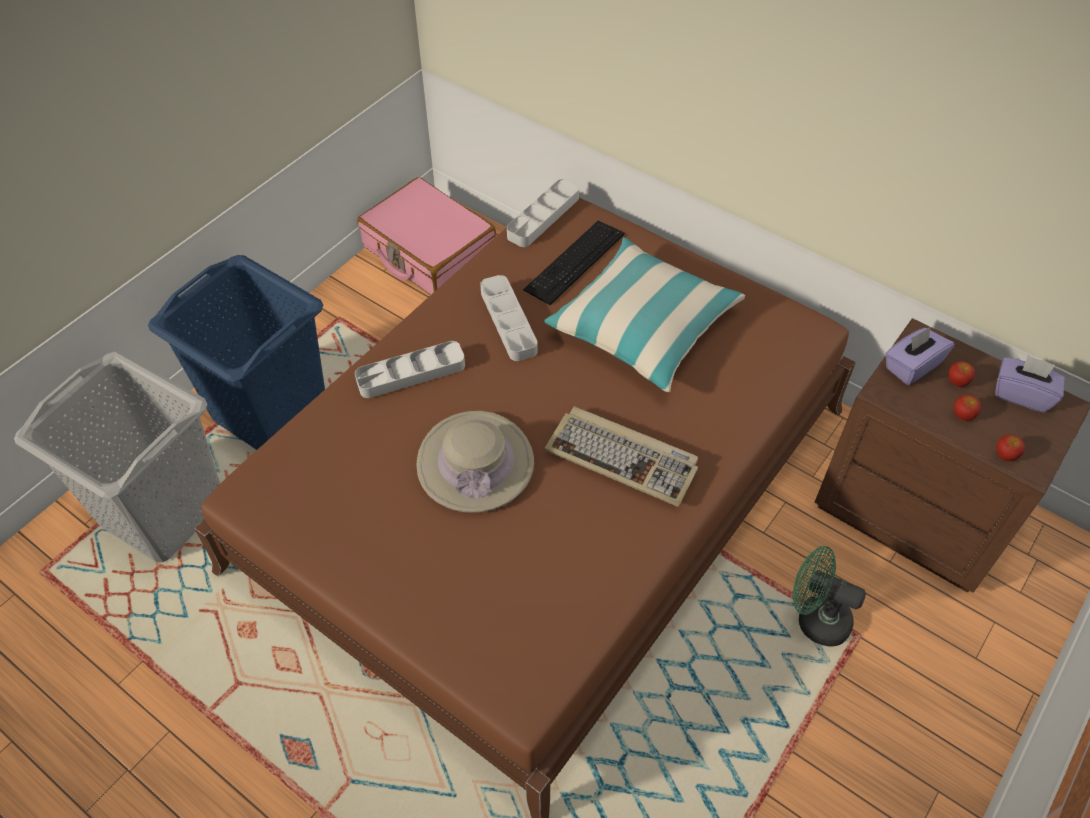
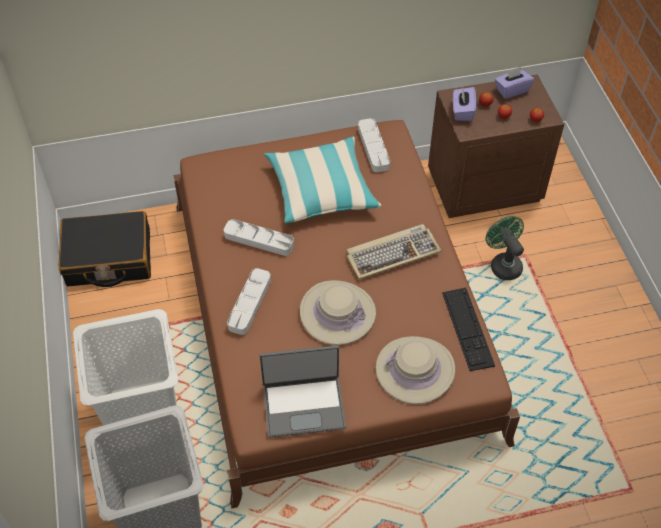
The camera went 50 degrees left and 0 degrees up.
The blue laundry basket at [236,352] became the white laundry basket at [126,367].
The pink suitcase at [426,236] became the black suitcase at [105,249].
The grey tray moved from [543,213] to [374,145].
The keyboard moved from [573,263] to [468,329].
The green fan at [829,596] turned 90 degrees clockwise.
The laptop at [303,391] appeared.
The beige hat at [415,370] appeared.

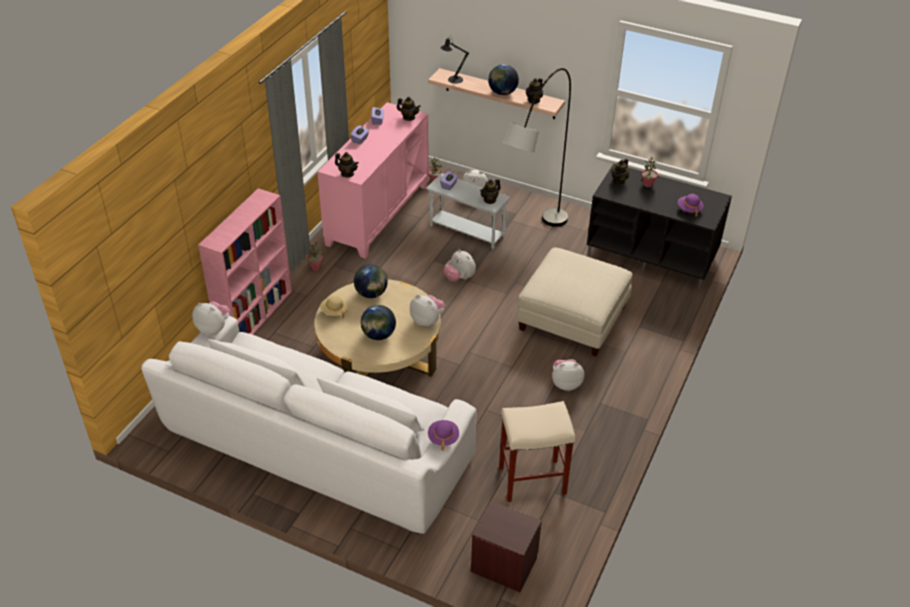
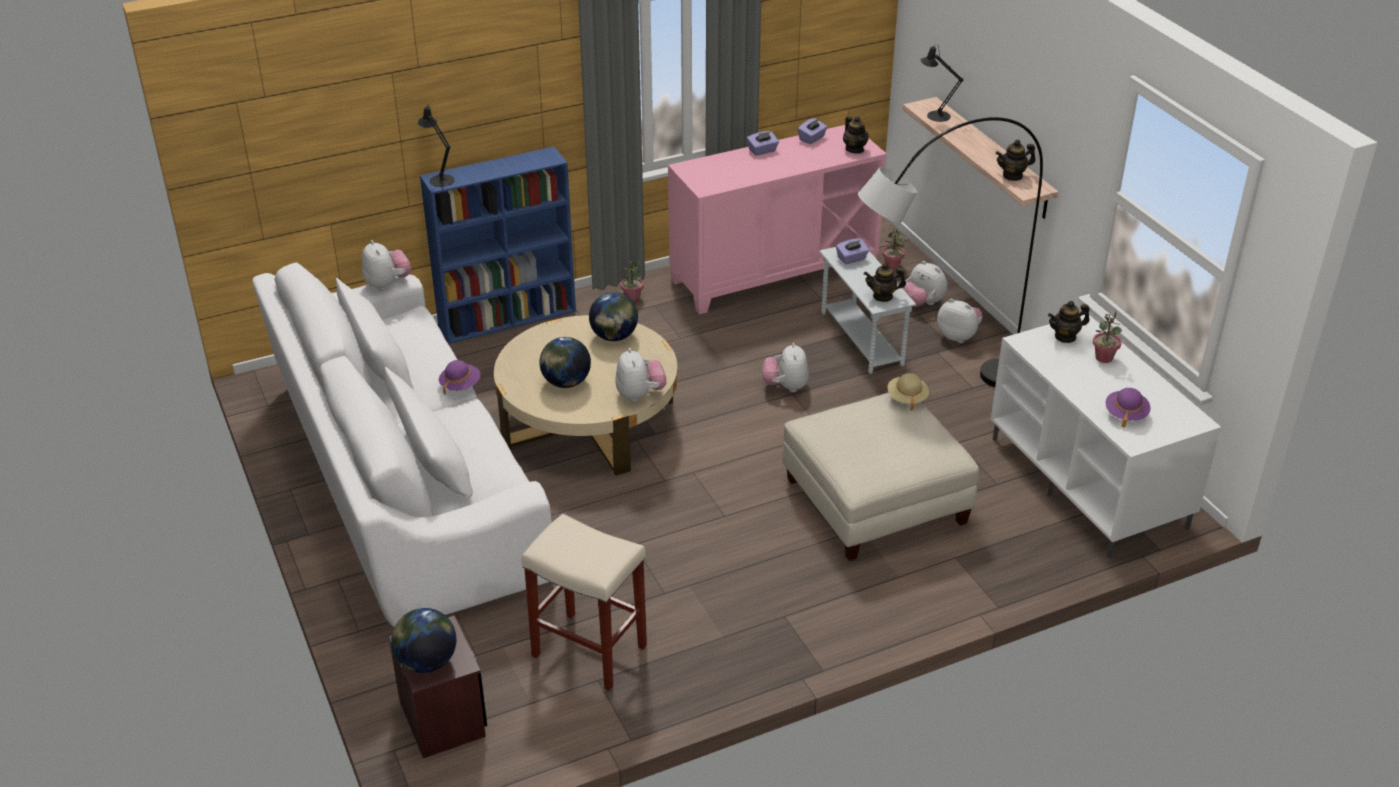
The camera went 40 degrees right and 5 degrees down.
The pink bookcase at [245,261] became the blue bookcase at [498,245].
The beige hat moved from [334,306] to [908,392].
The teapot at [347,164] disappeared.
The purple hat moved from [443,435] to [460,377].
The globe moved from [503,79] to [423,640].
The plush toy moved from [568,375] to [960,321].
The black tv stand at [659,226] became the white tv stand at [1106,436].
The black table lamp at [436,146] appeared.

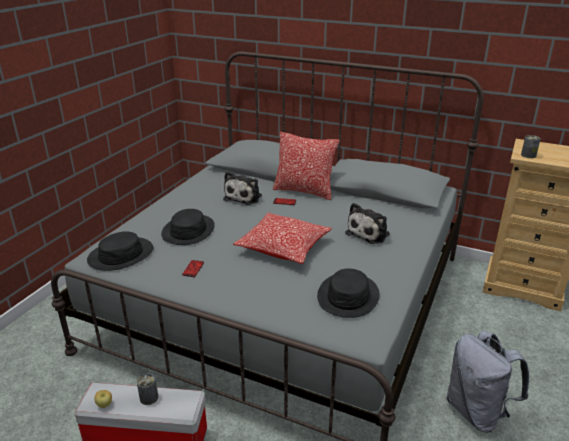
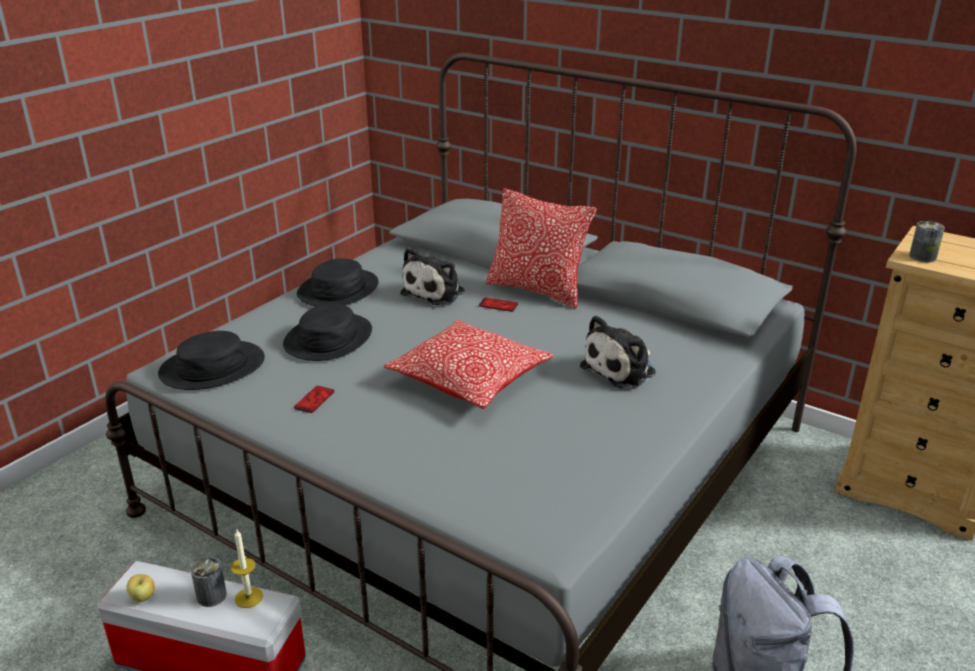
The camera went 10 degrees right and 0 degrees up.
The black hat moved from [348,293] to [338,282].
The candle at [247,569] appeared.

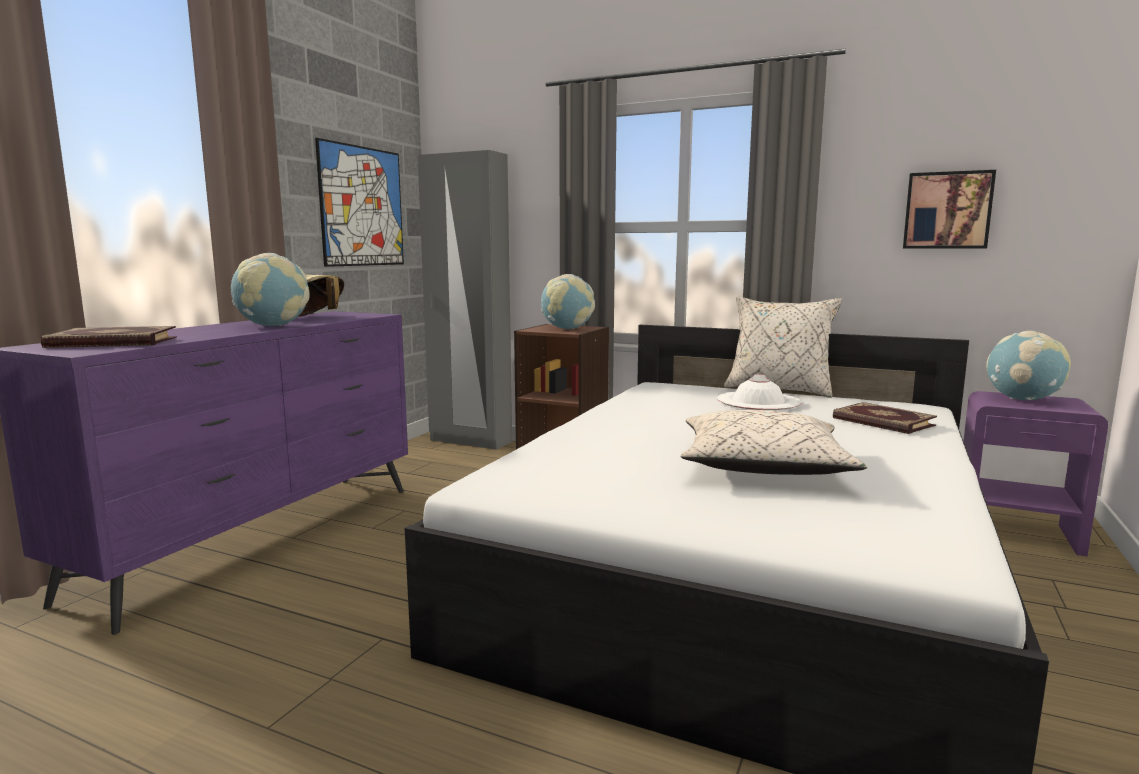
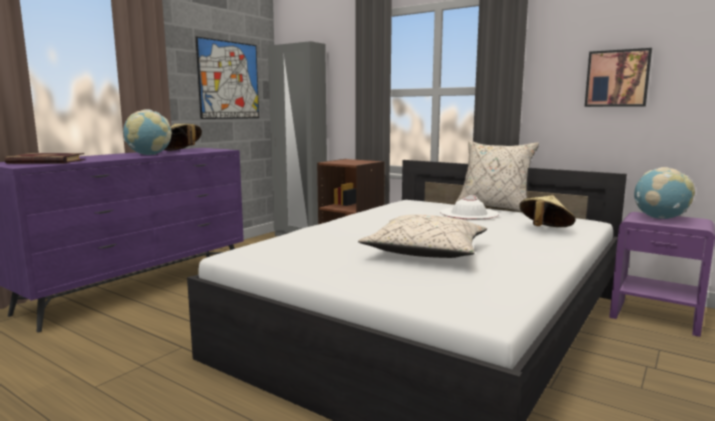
The camera went 10 degrees right and 0 degrees up.
The globe at [568,301] disappeared.
The book at [885,418] was replaced by the beige hat at [547,211].

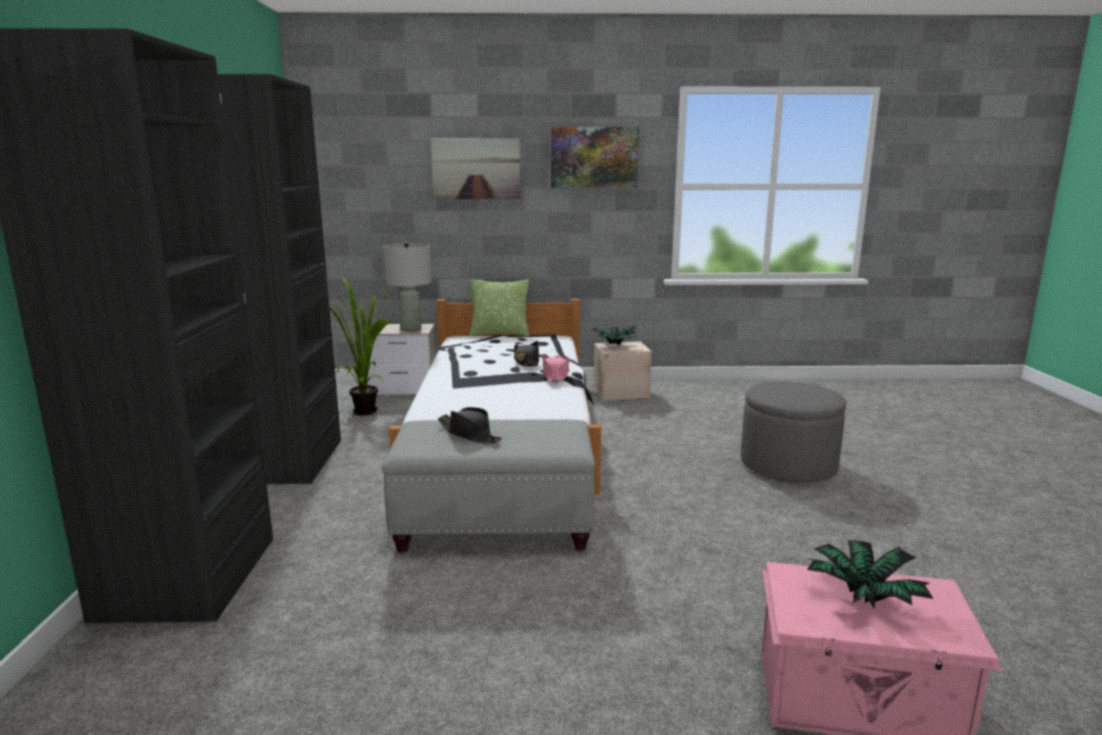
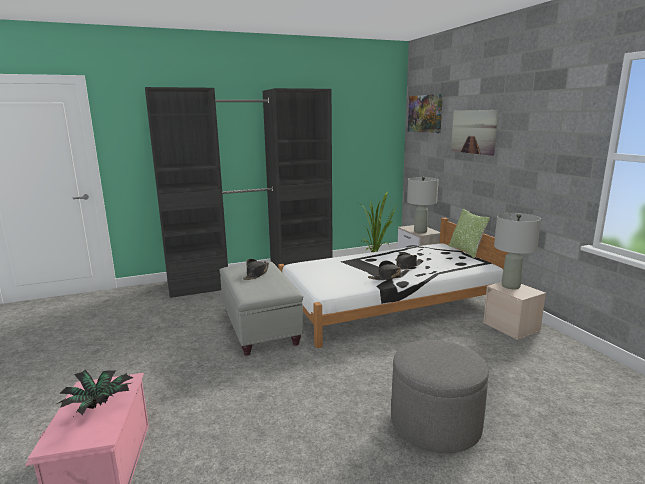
The camera went 70 degrees right and 0 degrees up.
The pink hat at [555,368] became the black hat at [388,270].
The picture moved from [595,157] to [425,113].
The potted plant at [614,335] was replaced by the grey table lamp at [517,251].

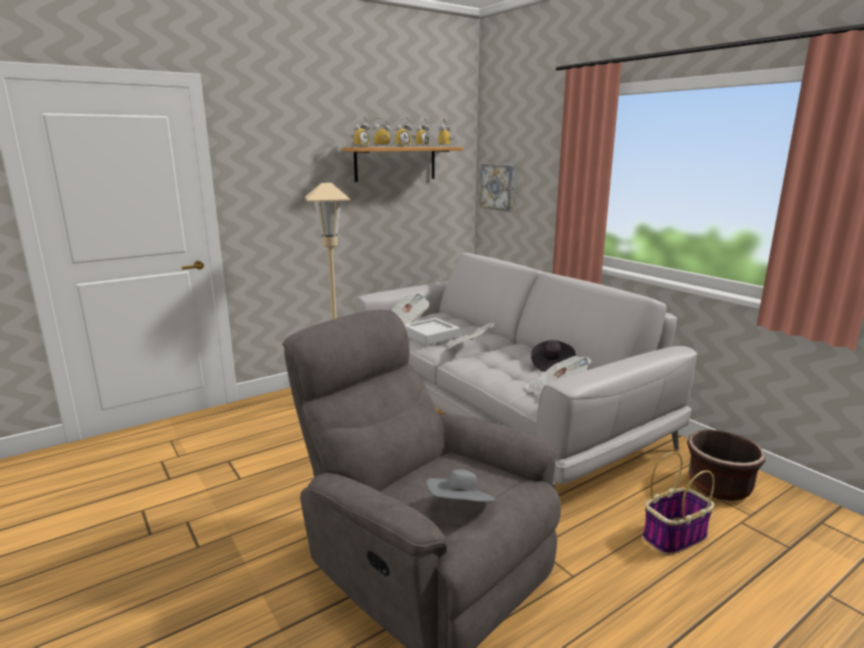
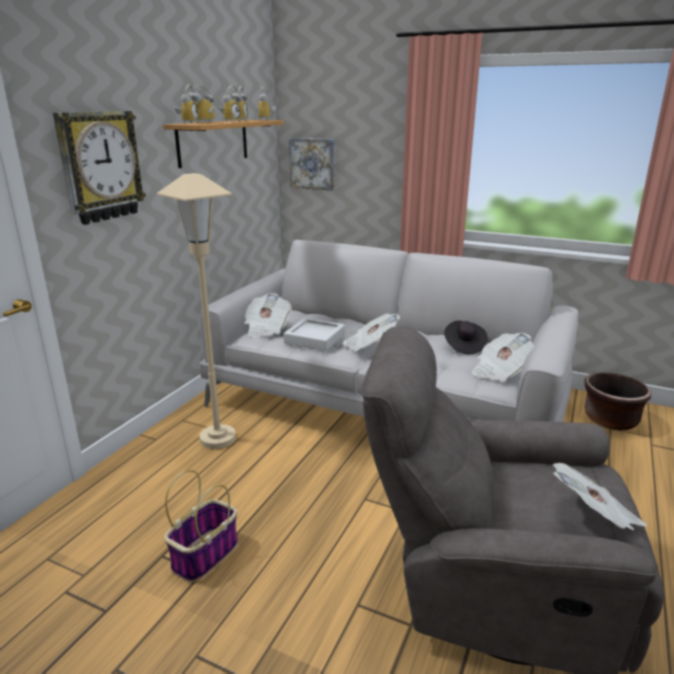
The camera went 30 degrees left and 5 degrees up.
The grey hat at [461,485] was replaced by the newspaper at [600,496].
The basket moved from [679,503] to [201,526].
The wall clock at [99,168] appeared.

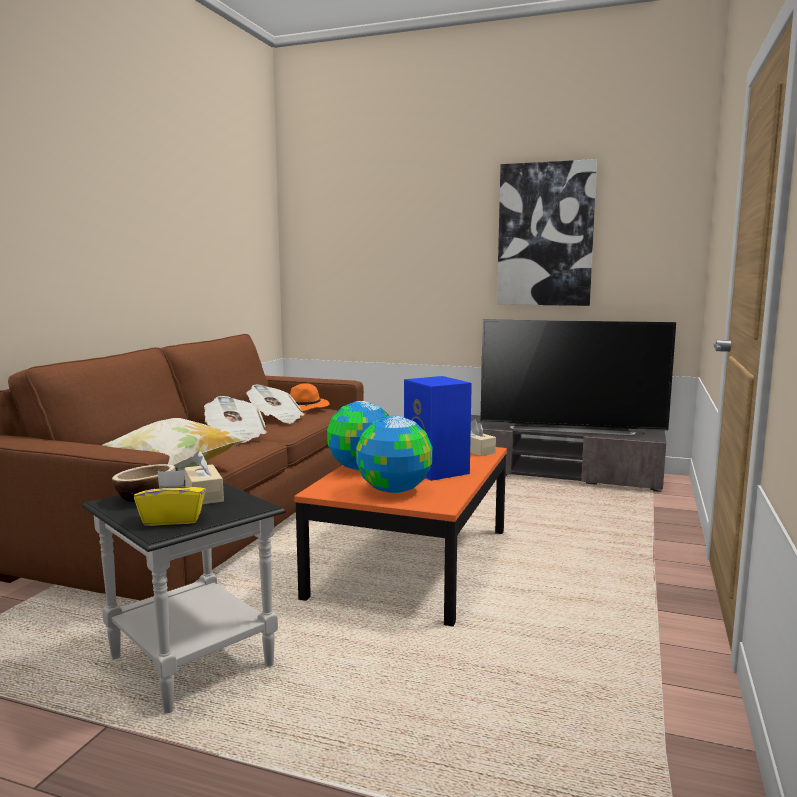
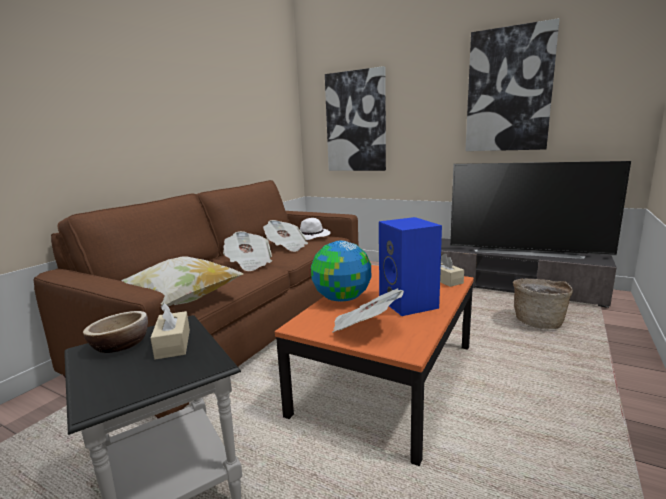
The camera went 10 degrees right and 5 degrees up.
The yellow tissue box at [170,498] disappeared.
The orange hat at [310,397] became the white hat at [315,229].
The globe at [394,454] was replaced by the newspaper at [368,310].
The picture at [355,118] appeared.
The basket at [543,304] appeared.

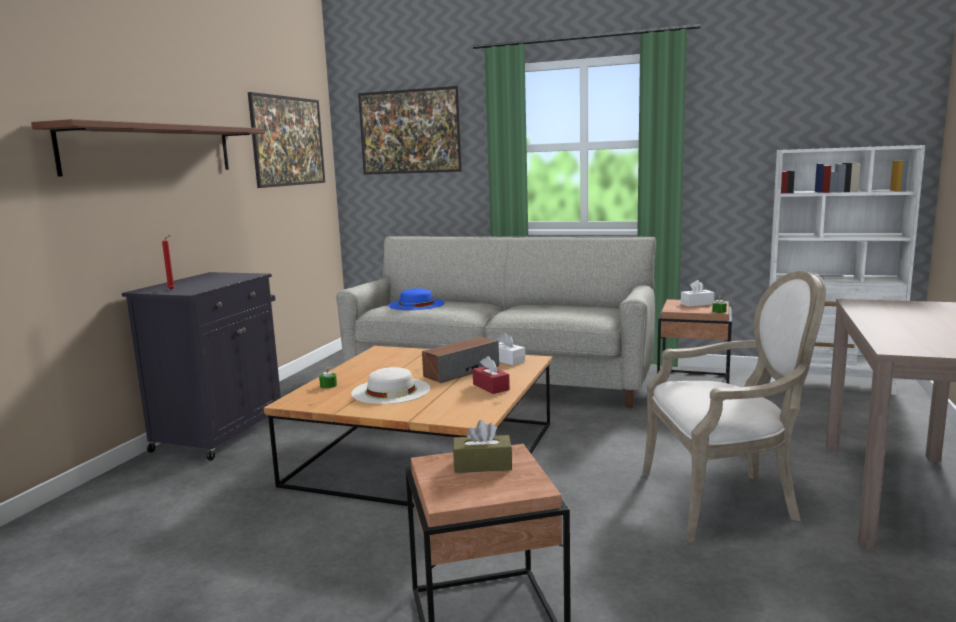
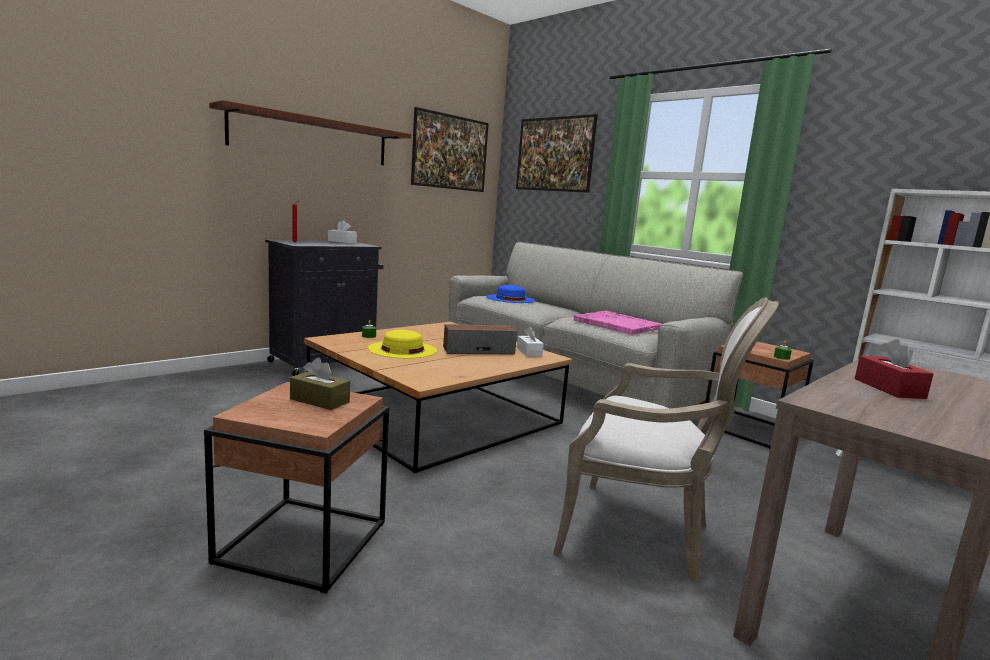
The camera went 25 degrees right and 0 degrees up.
The white hat at [390,385] became the yellow hat at [402,344].
The red tissue box moved from [491,375] to [894,369].
The white tissue box moved from [697,293] to [342,231].
The pink tray at [618,323] appeared.

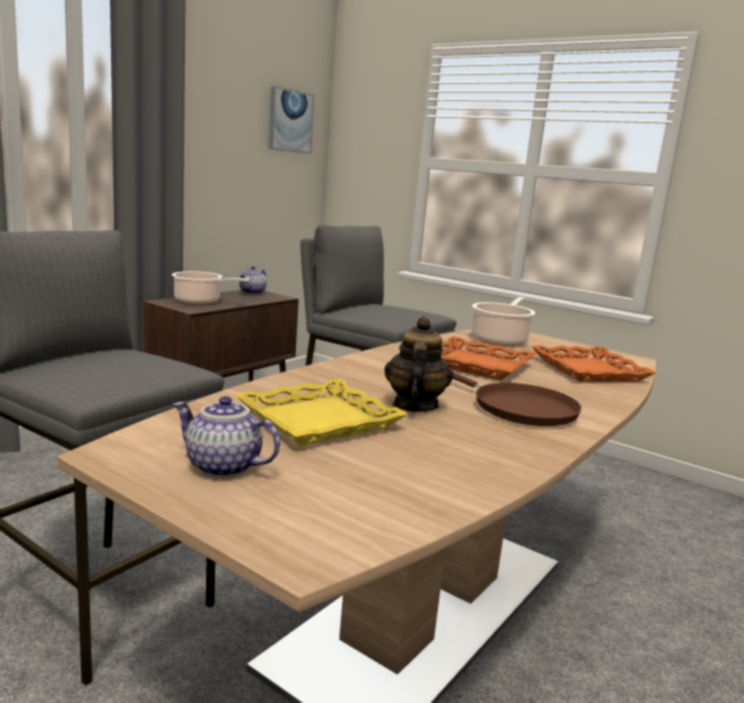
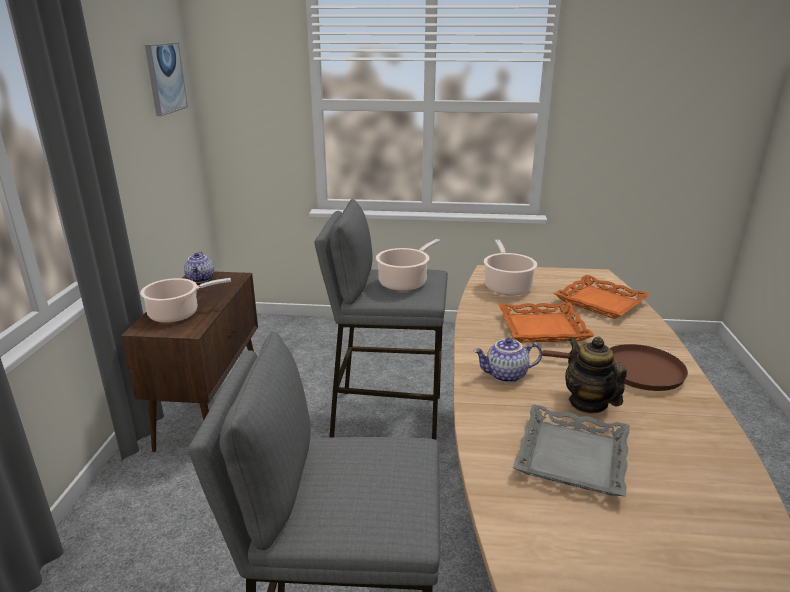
The camera went 30 degrees left and 10 degrees up.
The teapot moved from [226,436] to [507,360].
The yellow tray at [321,412] became the grey tray at [571,450].
The cooking pot at [408,265] appeared.

